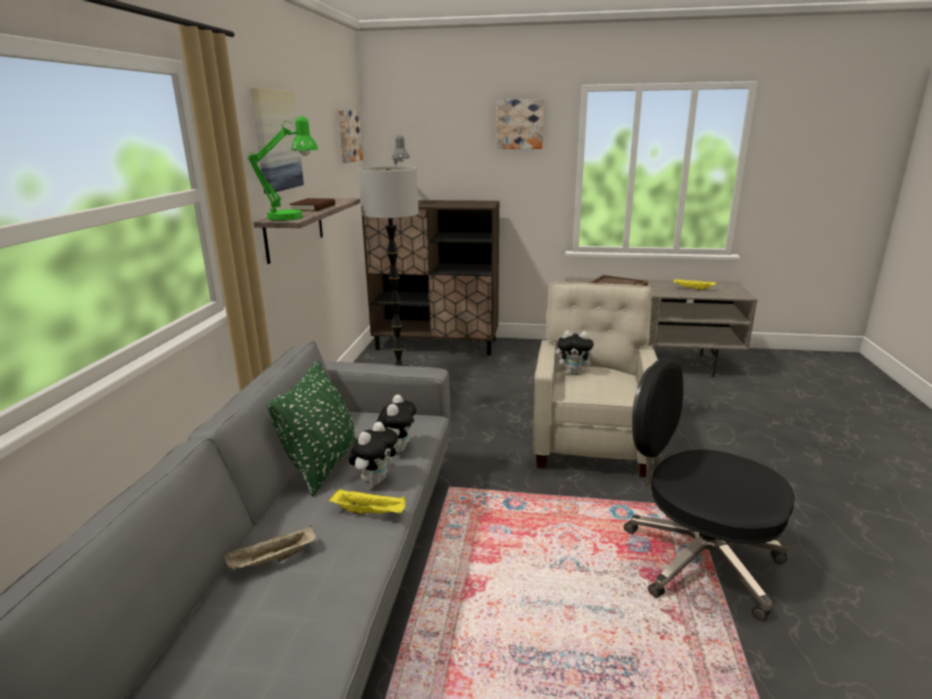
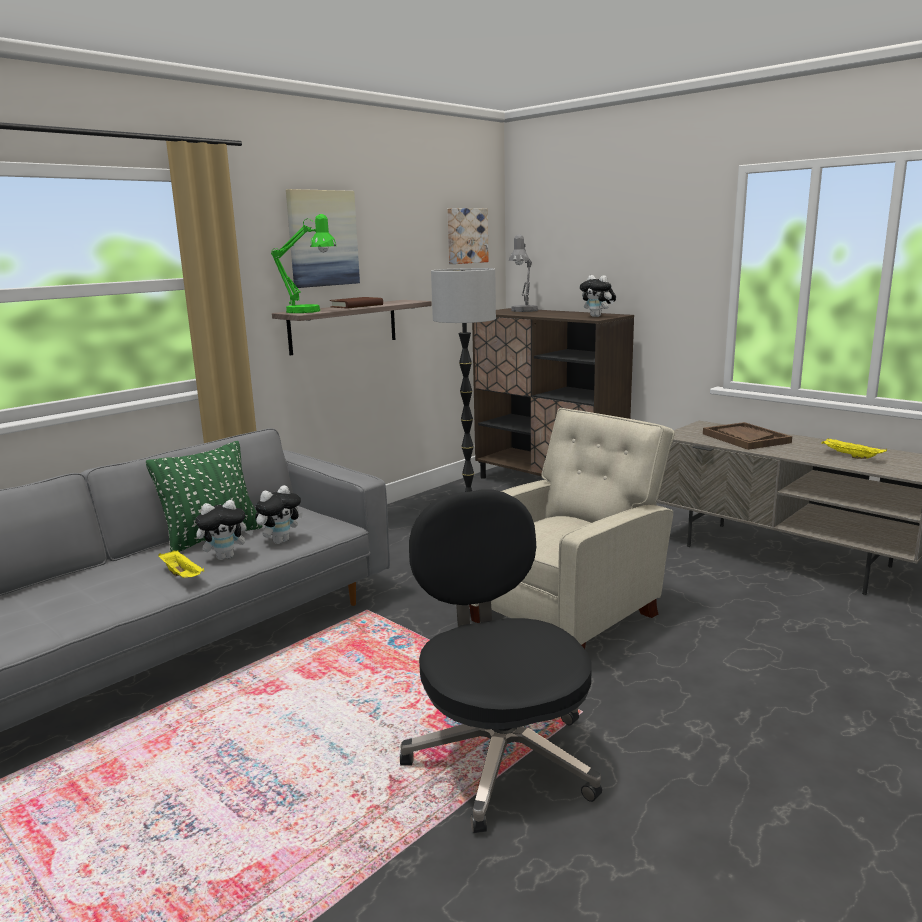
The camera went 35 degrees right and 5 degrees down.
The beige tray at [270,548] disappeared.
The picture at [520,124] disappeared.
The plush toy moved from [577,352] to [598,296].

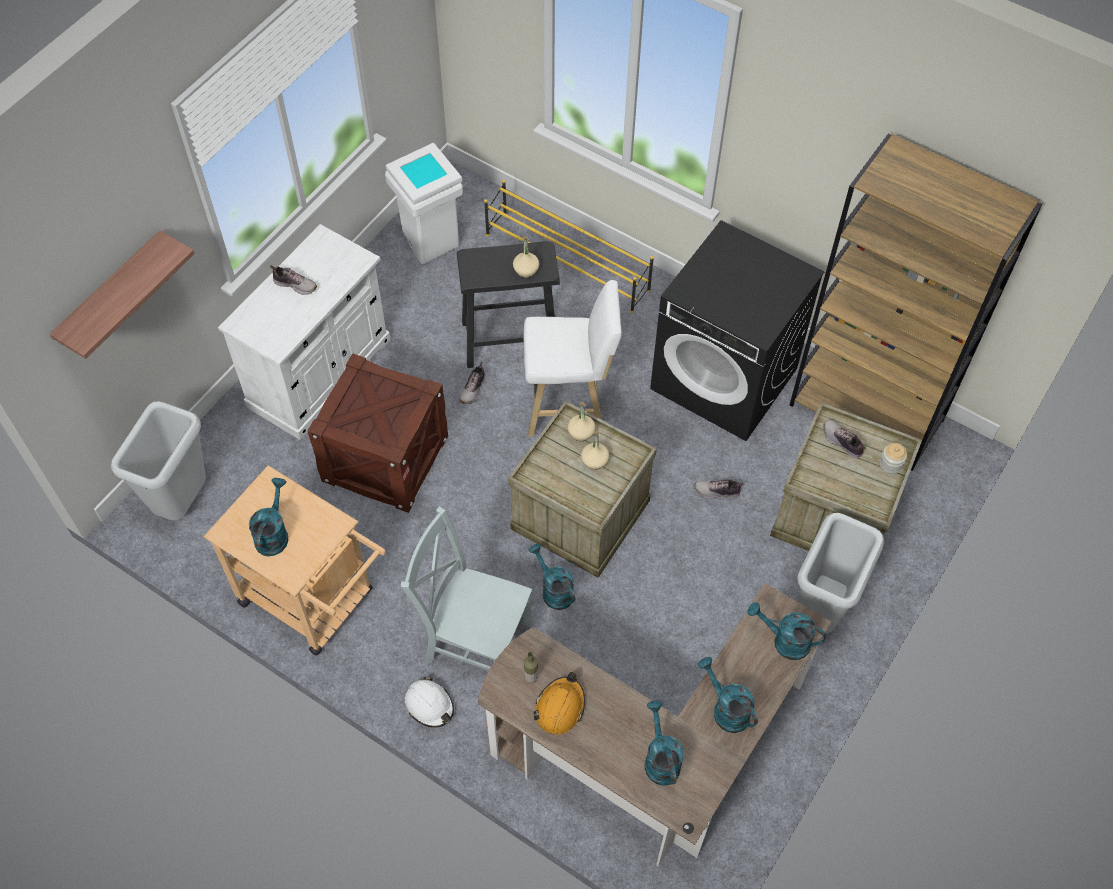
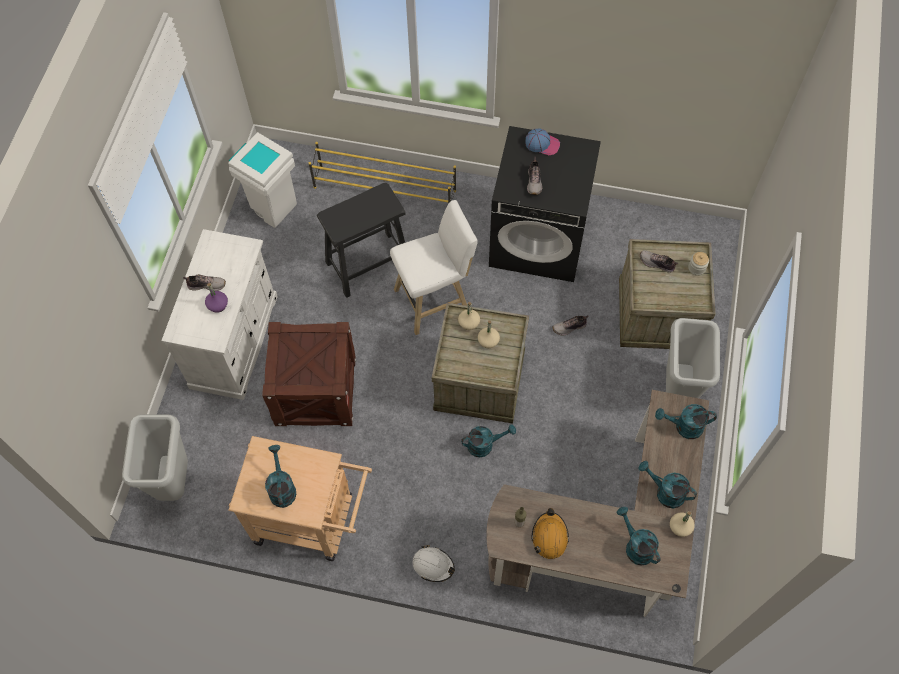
The camera went 20 degrees left and 5 degrees up.
The shelf at [122,294] disappeared.
The grey chair at [466,588] disappeared.
The shoe moved from [472,383] to [534,176].
The beige bottle moved from [526,257] to [682,524].
The turquoise watering can at [552,577] turned 135 degrees clockwise.
The brown bookcase at [916,302] disappeared.
The purple bottle at [216,298] appeared.
The cap at [542,141] appeared.

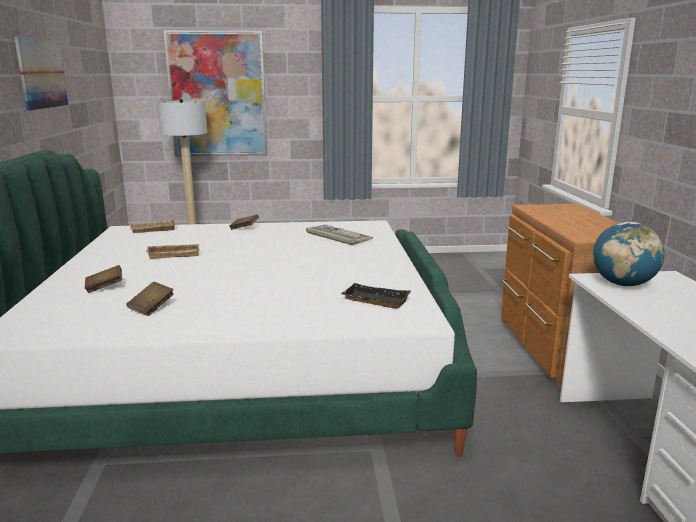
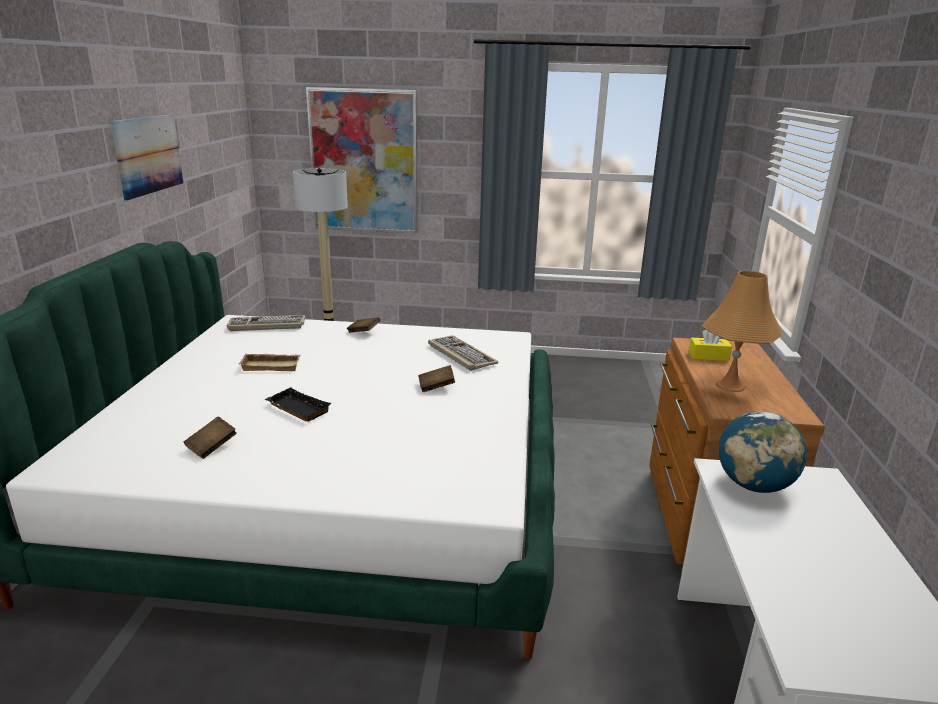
The camera went 10 degrees right and 5 degrees up.
The brown book moved from [103,279] to [436,378].
The beige tray at [153,226] was replaced by the keyboard at [266,323].
The black tray moved from [376,296] to [298,404].
The yellow tissue box at [710,345] appeared.
The orange table lamp at [742,331] appeared.

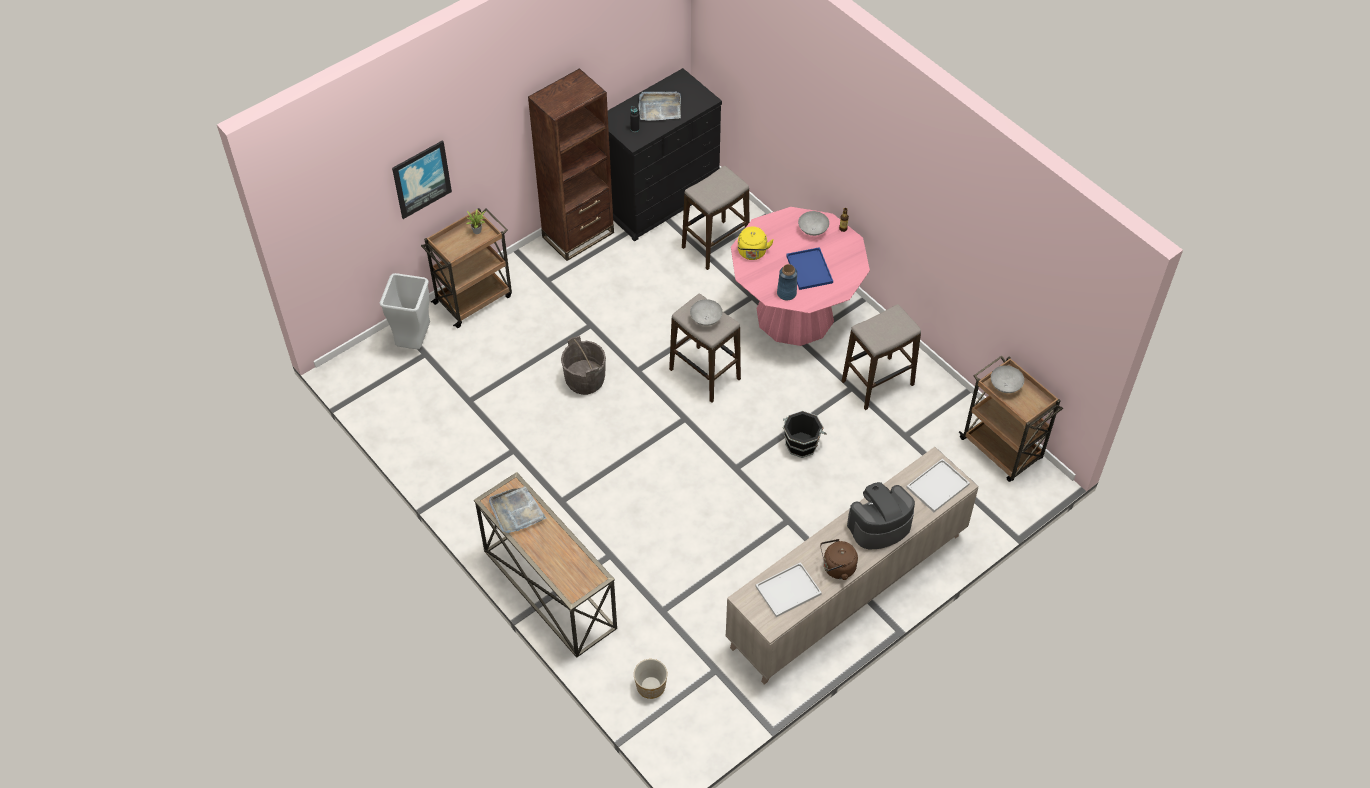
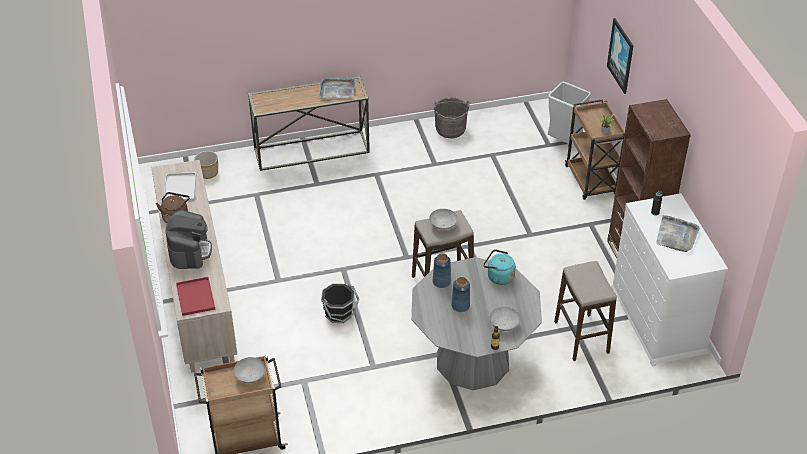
The camera went 115 degrees right and 10 degrees down.
The grey bucket moved from [583,365] to [452,118].
The black dresser at [665,155] became the white dresser at [669,279].
The pink dining table at [800,276] became the grey dining table at [476,323].
The yellow kettle at [756,243] became the turquoise kettle at [499,267].
The blue tray at [809,268] was replaced by the blue vase at [460,294].
The stool at [881,357] disappeared.
The white tray at [938,485] became the red tray at [195,296].

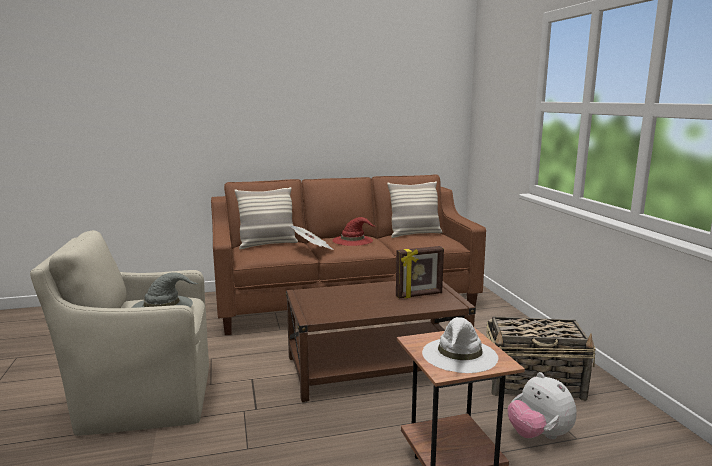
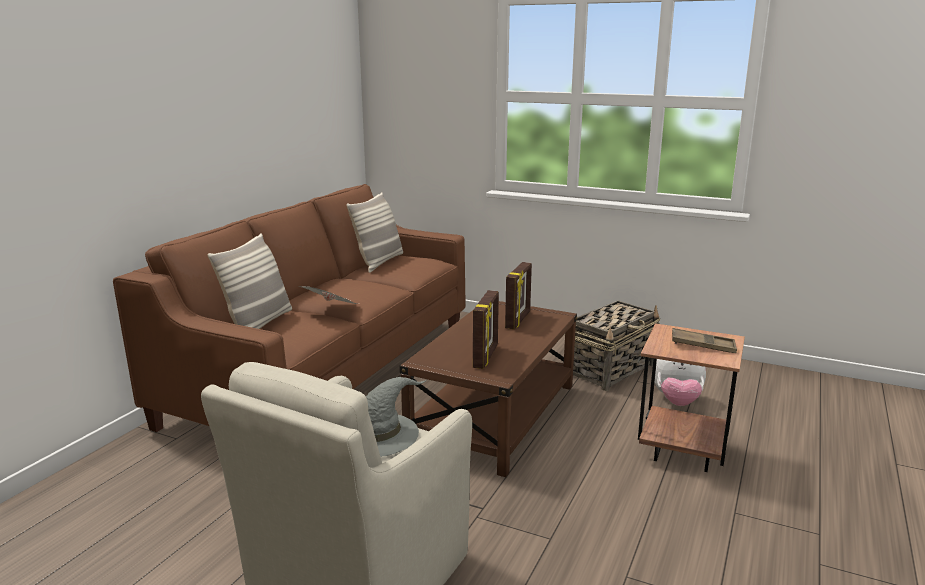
The camera went 50 degrees left and 5 degrees up.
The red hat at [353,231] disappeared.
The white hat at [460,345] was replaced by the brown tray at [704,340].
The picture frame at [486,329] appeared.

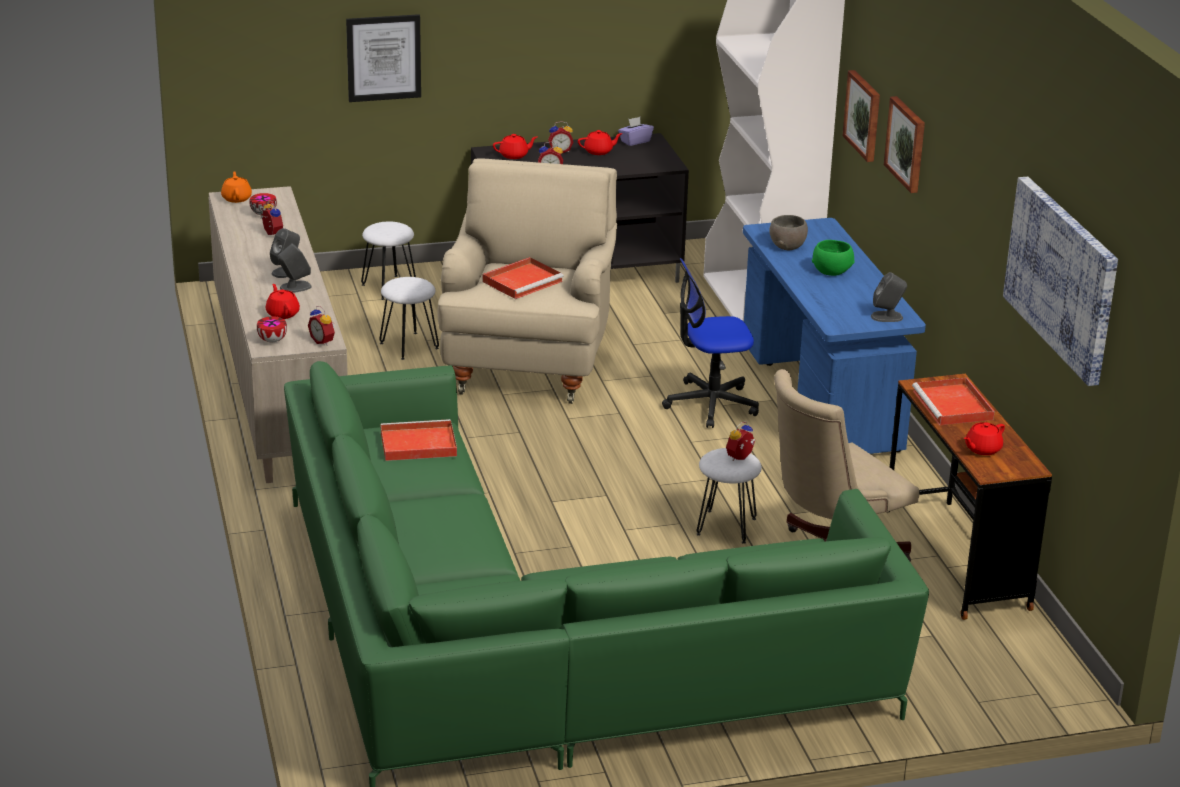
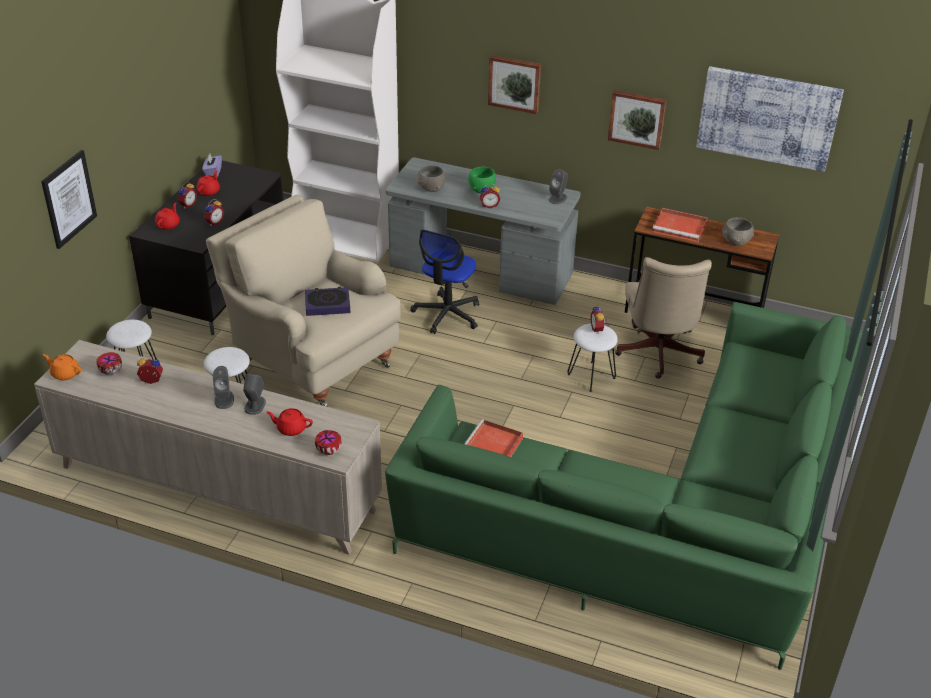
The camera went 55 degrees left and 10 degrees up.
The alarm clock moved from [321,326] to [490,196].
The red tray at [523,278] was replaced by the book at [327,301].
The blue desk at [834,336] became the grey desk at [483,231].
The picture moved from [861,116] to [637,120].
The red teapot at [984,438] was replaced by the grey bowl at [738,231].

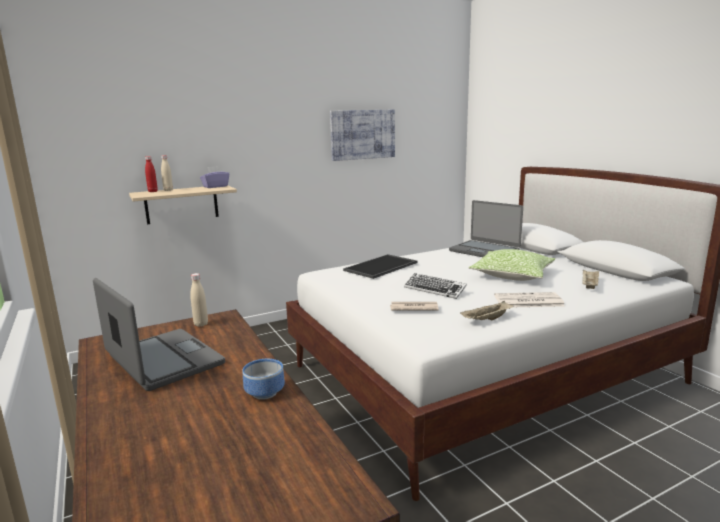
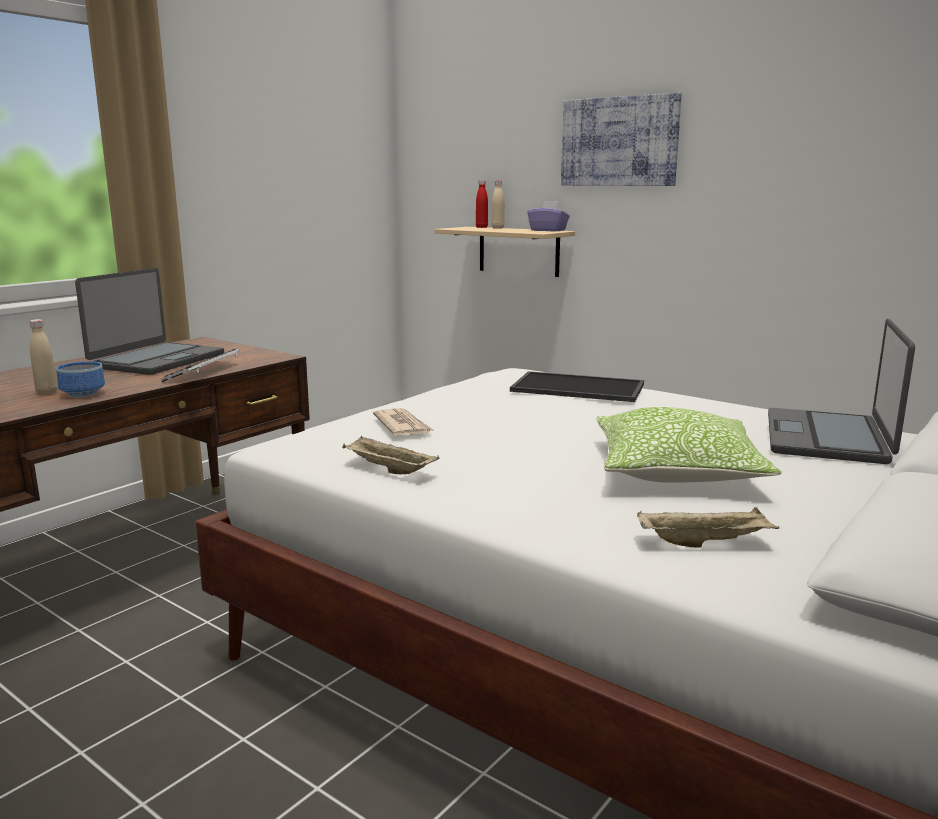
The camera went 65 degrees right and 0 degrees up.
The beige bottle moved from [199,300] to [43,357].
The picture moved from [362,135] to [621,139].
The keyboard moved from [435,286] to [200,365].
The newspaper at [529,299] disappeared.

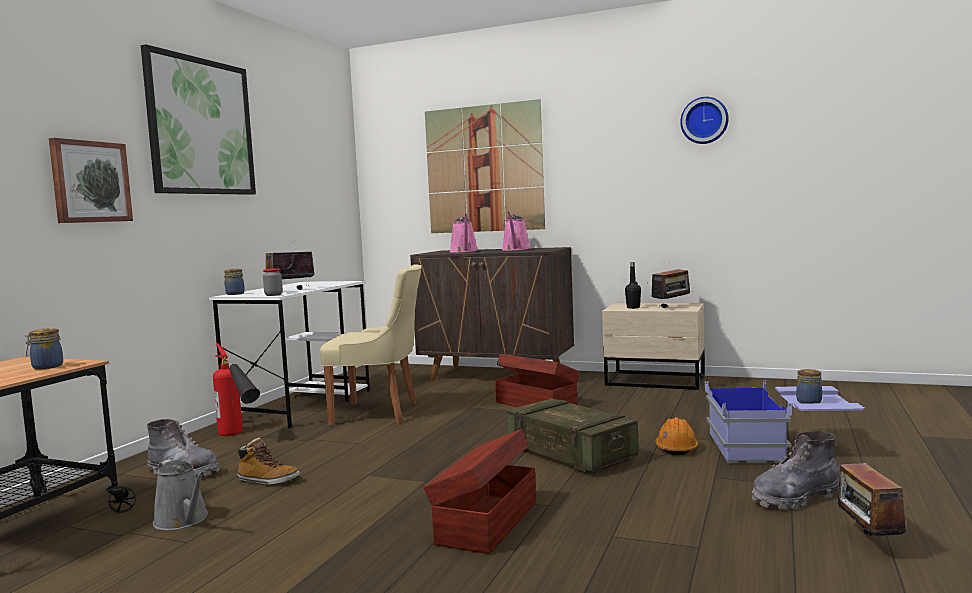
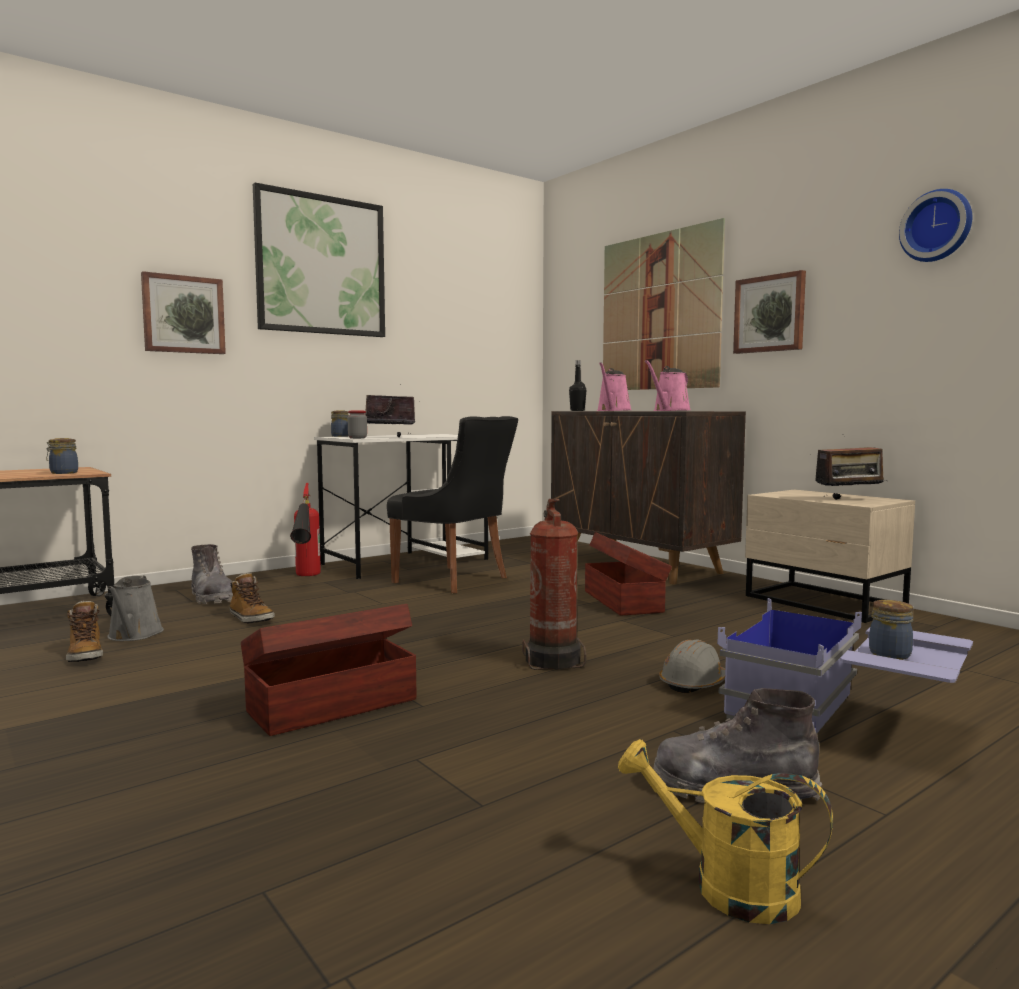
The camera went 30 degrees right and 0 degrees up.
The beige chair at [370,344] became the black chair at [452,504].
The crate at [572,436] was replaced by the fire extinguisher at [554,584].
The black bottle moved from [633,285] to [577,385].
The orange hard hat at [677,436] became the grey hard hat at [692,666].
The radio at [873,493] was replaced by the yellow watering can at [725,831].
The boot at [84,631] appeared.
The picture at [769,312] appeared.

